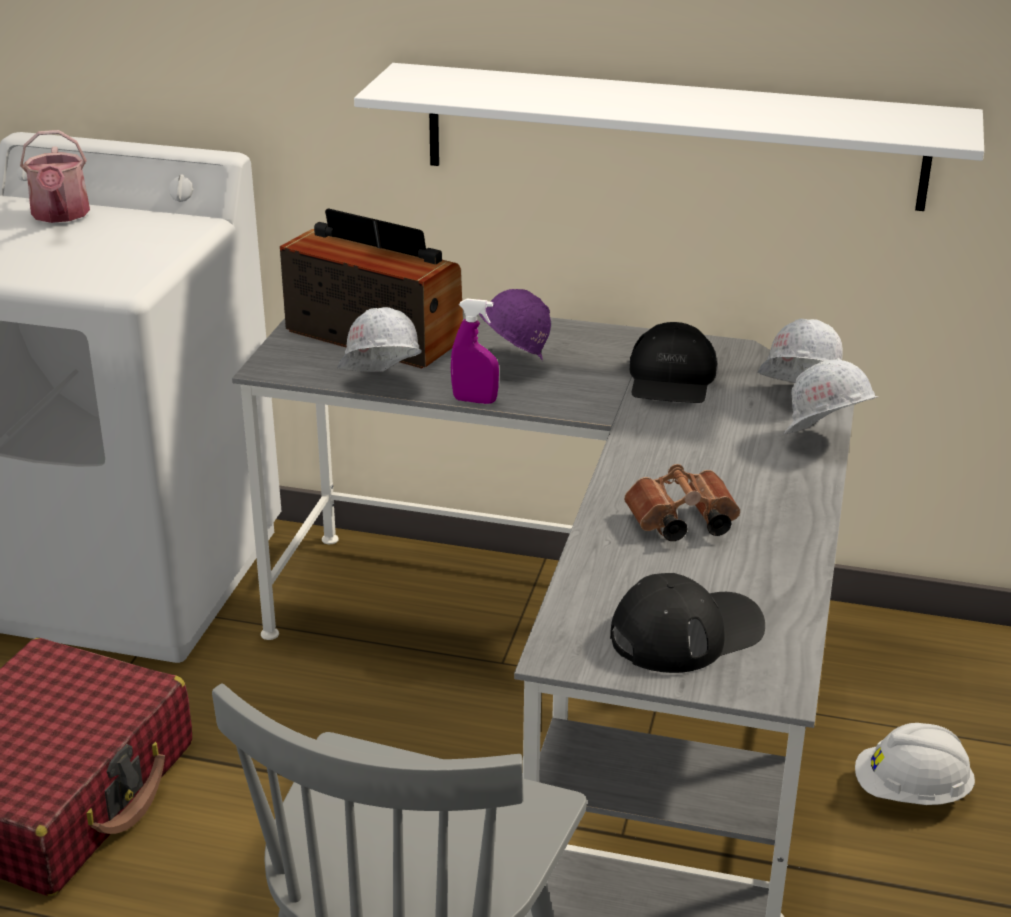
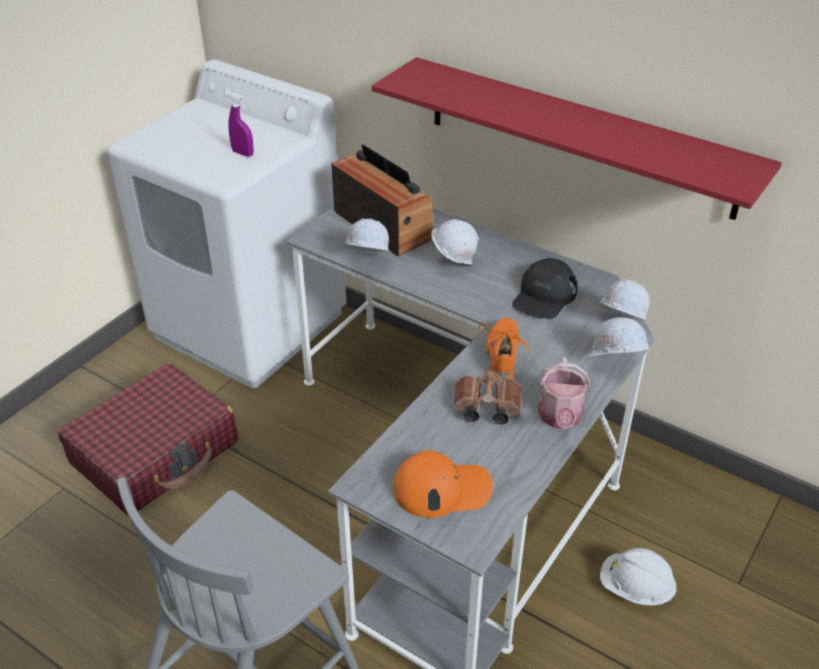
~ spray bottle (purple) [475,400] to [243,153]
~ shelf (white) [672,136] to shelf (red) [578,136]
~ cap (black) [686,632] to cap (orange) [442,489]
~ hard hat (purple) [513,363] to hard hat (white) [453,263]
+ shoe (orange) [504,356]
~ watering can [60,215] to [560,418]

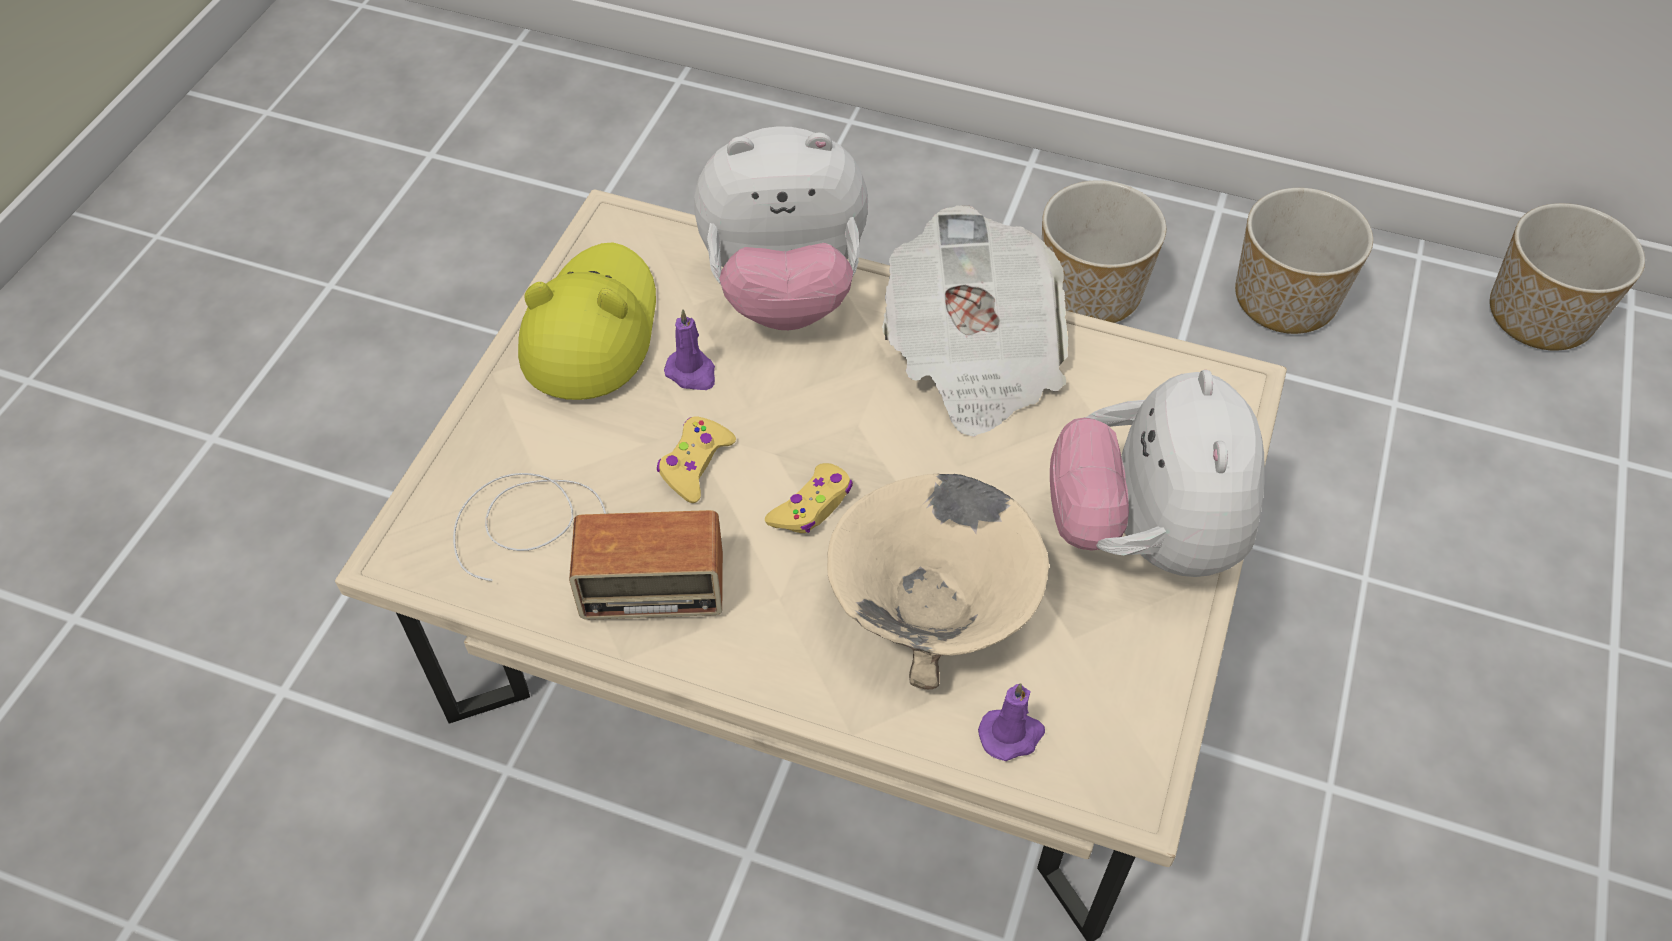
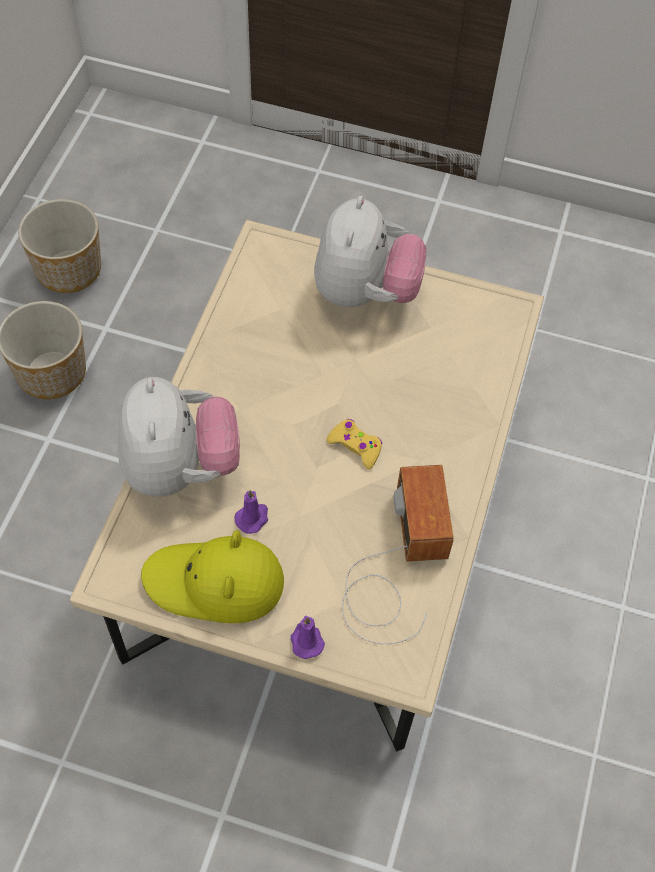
~ candle (purple) [1012,734] to [306,640]
~ plush toy [1144,535] = [365,292] 75 degrees counterclockwise
- game controller (yellow) [695,464]
- bowl (beige) [934,609]
- newspaper [973,357]
- planter [1541,316]

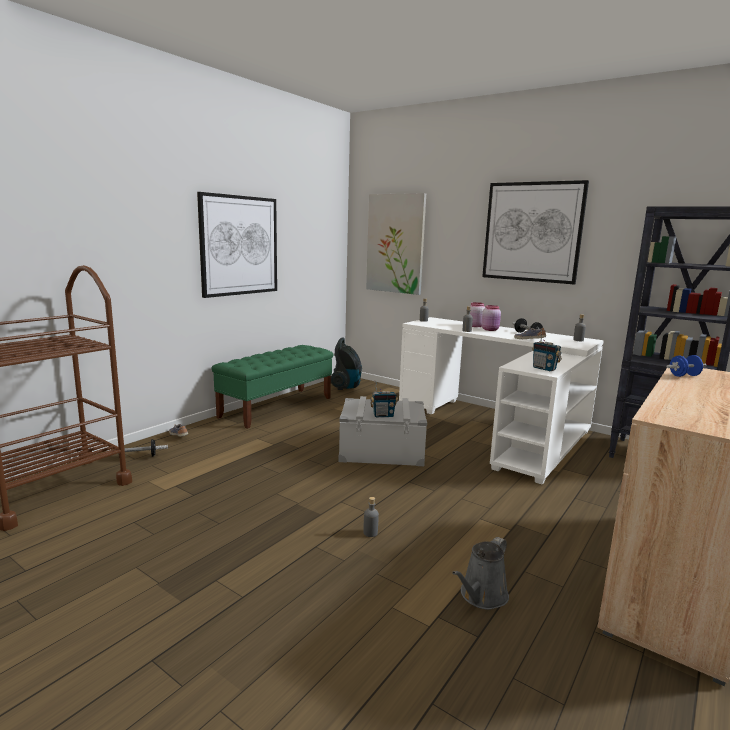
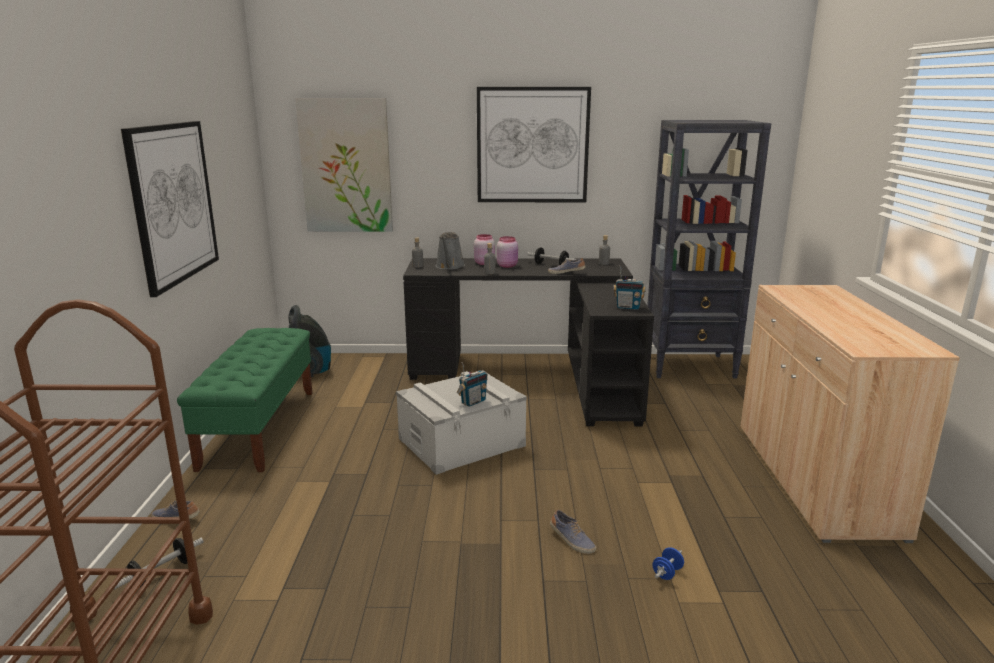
~ desk (white) [499,428] to desk (black) [538,376]
~ watering can (grey) [481,596] to [449,266]
~ bottle (grey) [370,533] to shoe [571,541]
~ dumbbell (blue) [684,376] to [667,573]

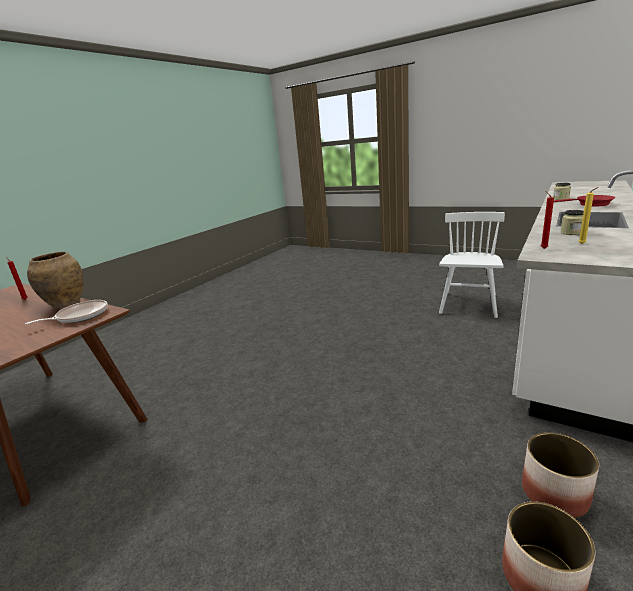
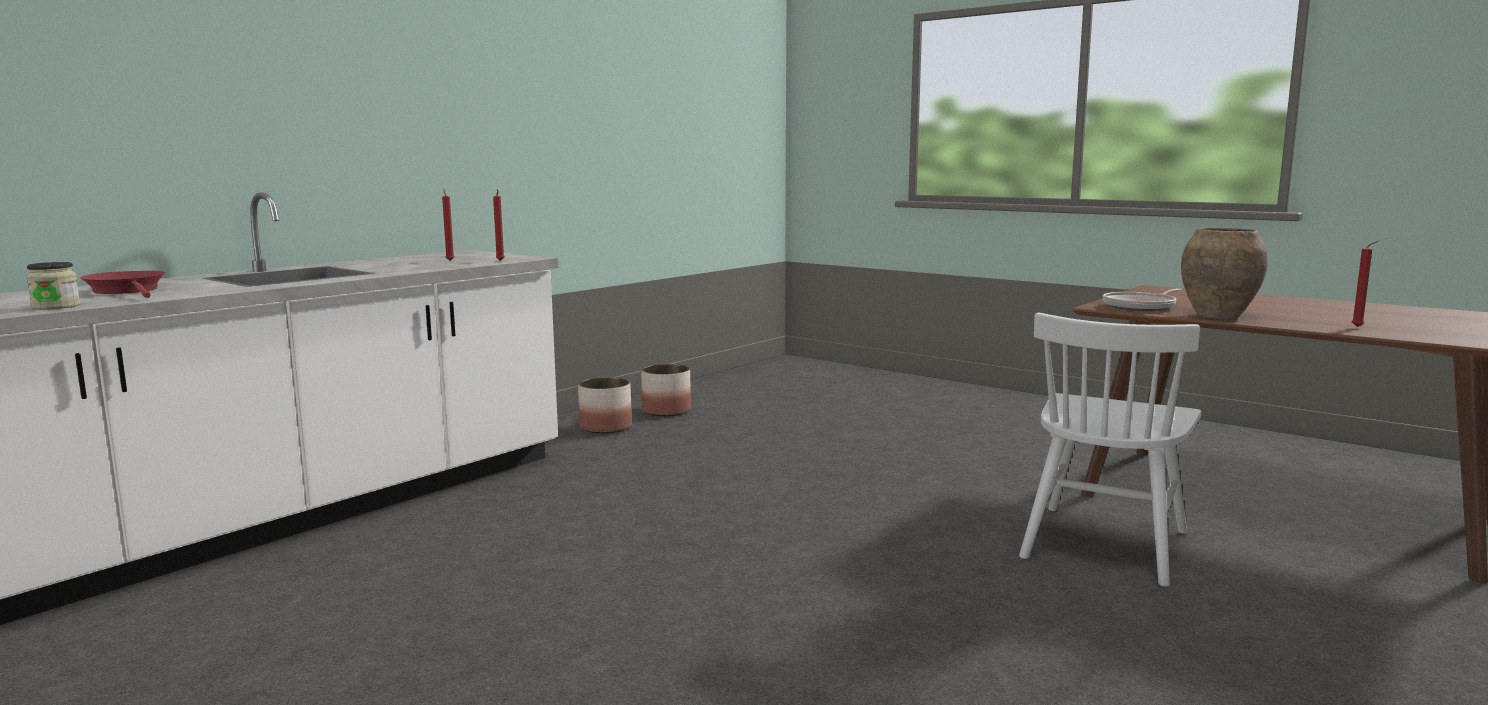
~ candle (yellow) [583,244] to candle (red) [450,260]
~ chair (white) [468,304] to [1104,544]
- jar [572,233]

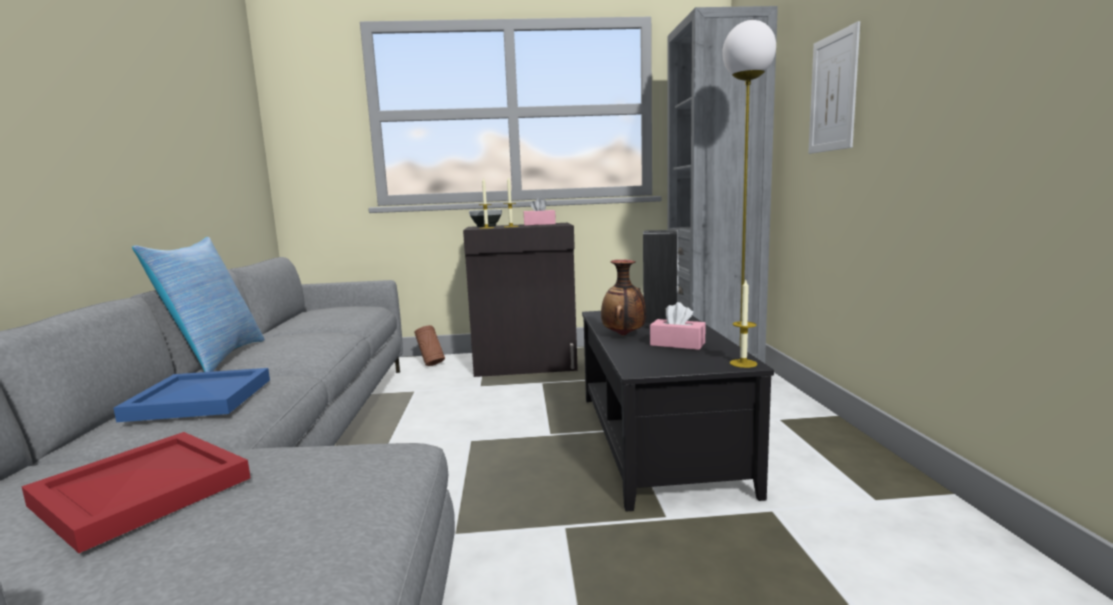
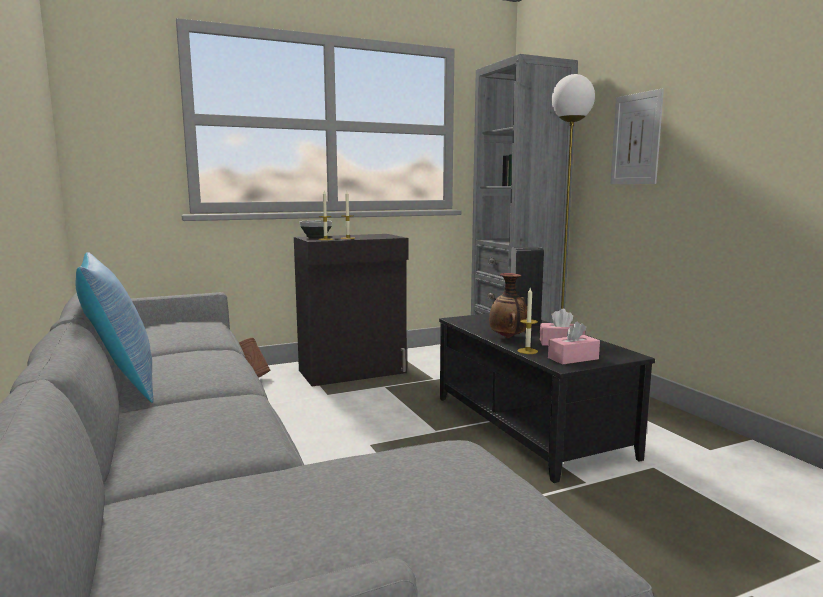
~ candle [743,363] to [527,351]
~ tissue box (pink) [539,224] to [573,358]
- tray (red) [143,490]
- tray (blue) [199,398]

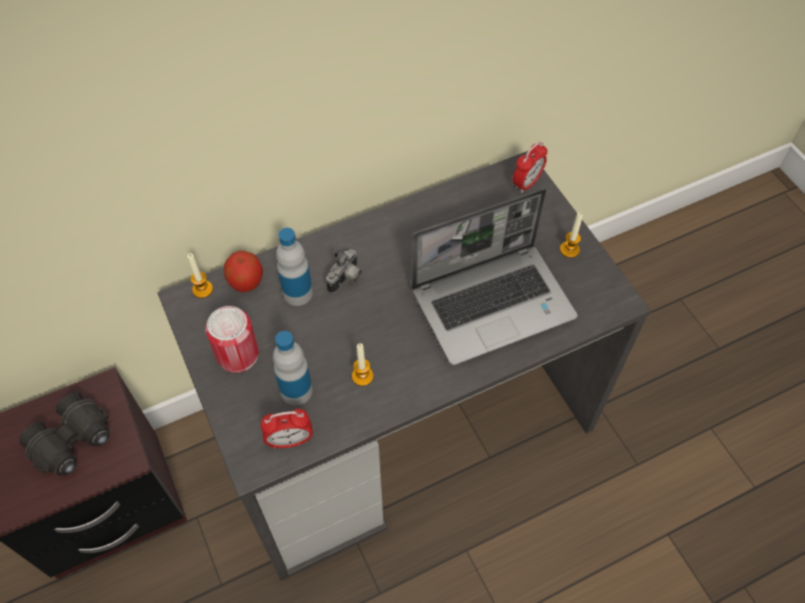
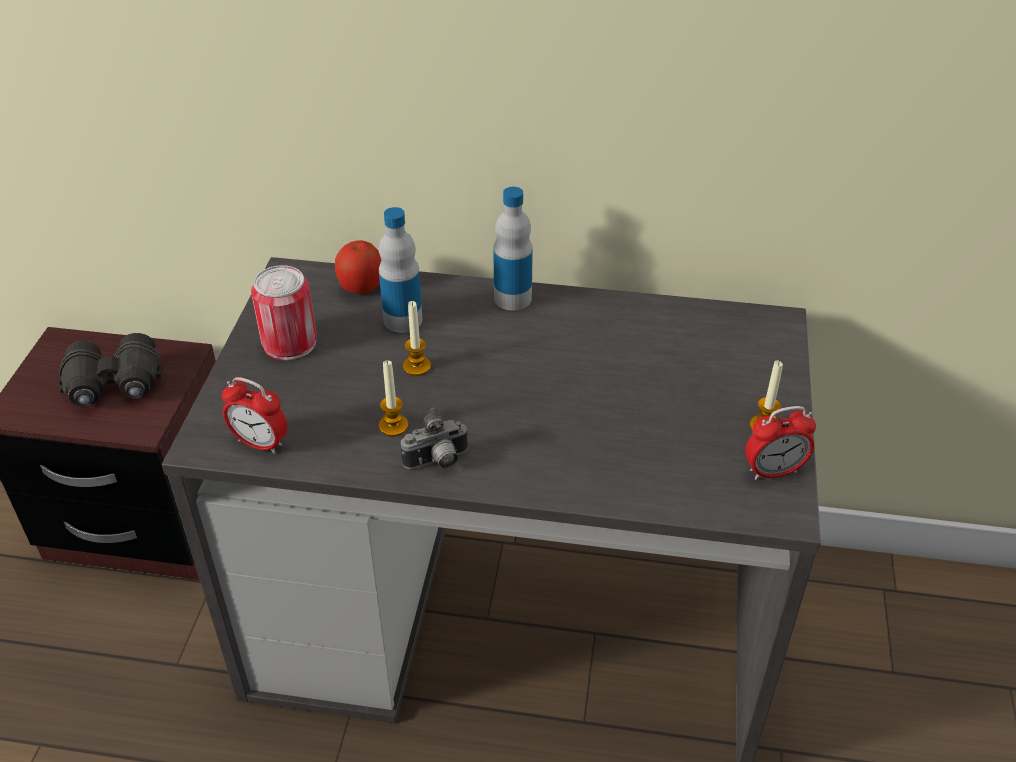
~ photo camera [346,279] to [438,462]
~ candle [202,289] to [416,366]
~ bottle [296,390] to [512,298]
~ alarm clock [527,183] to [773,471]
- laptop [493,302]

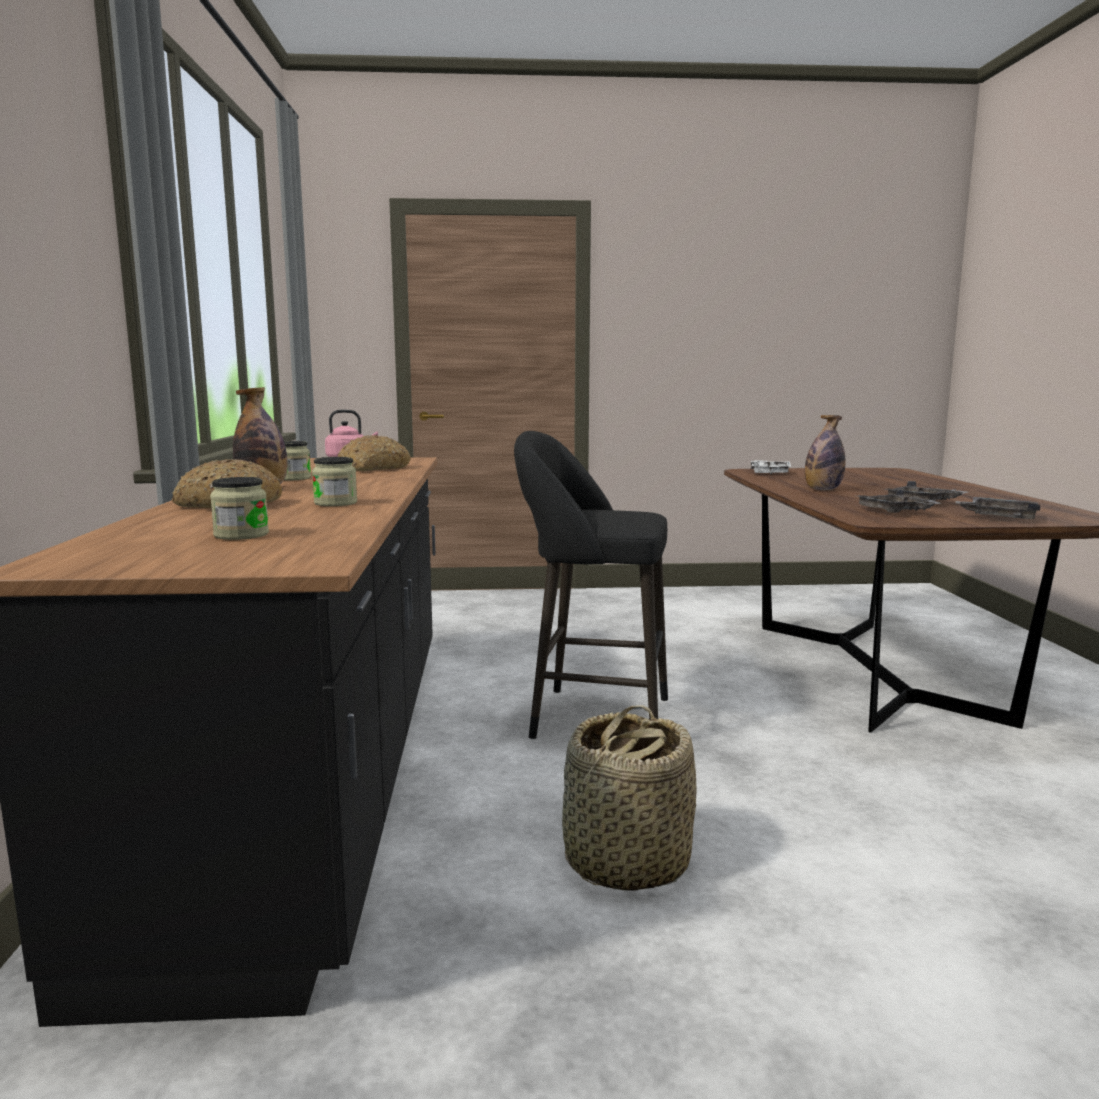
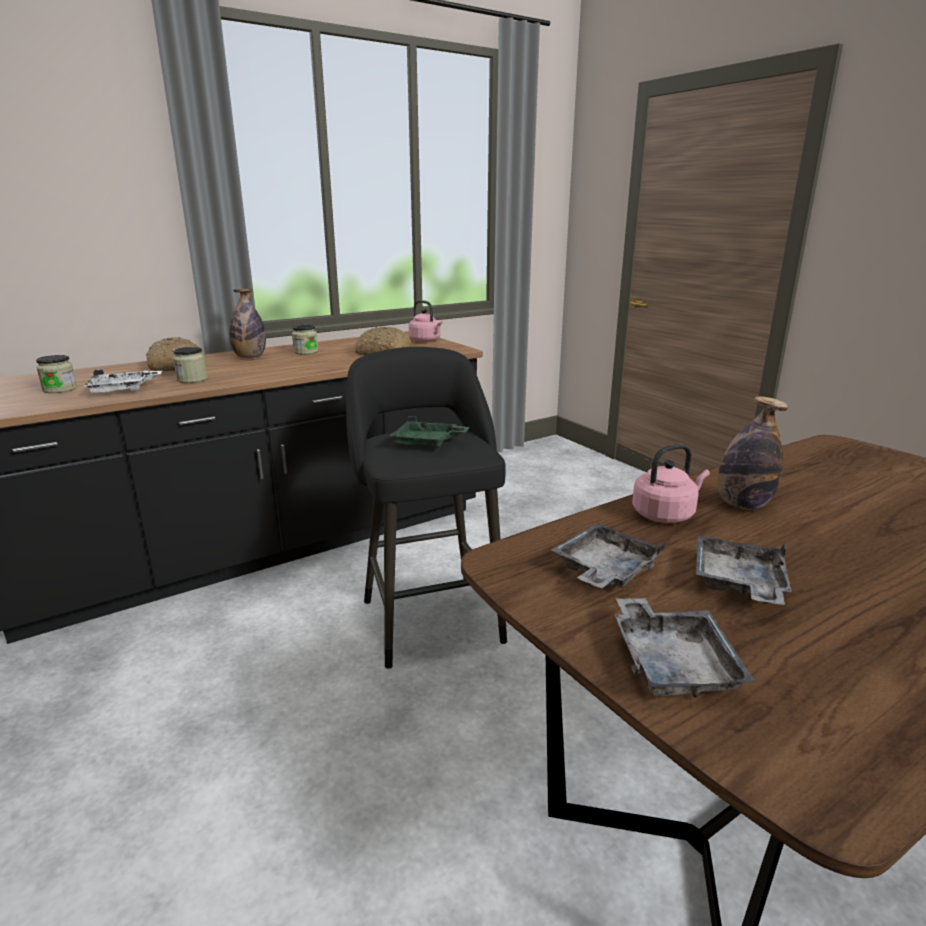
~ tray (white) [769,473] to [123,390]
+ tray (green) [427,443]
+ kettle (pink) [665,514]
- basket [625,862]

